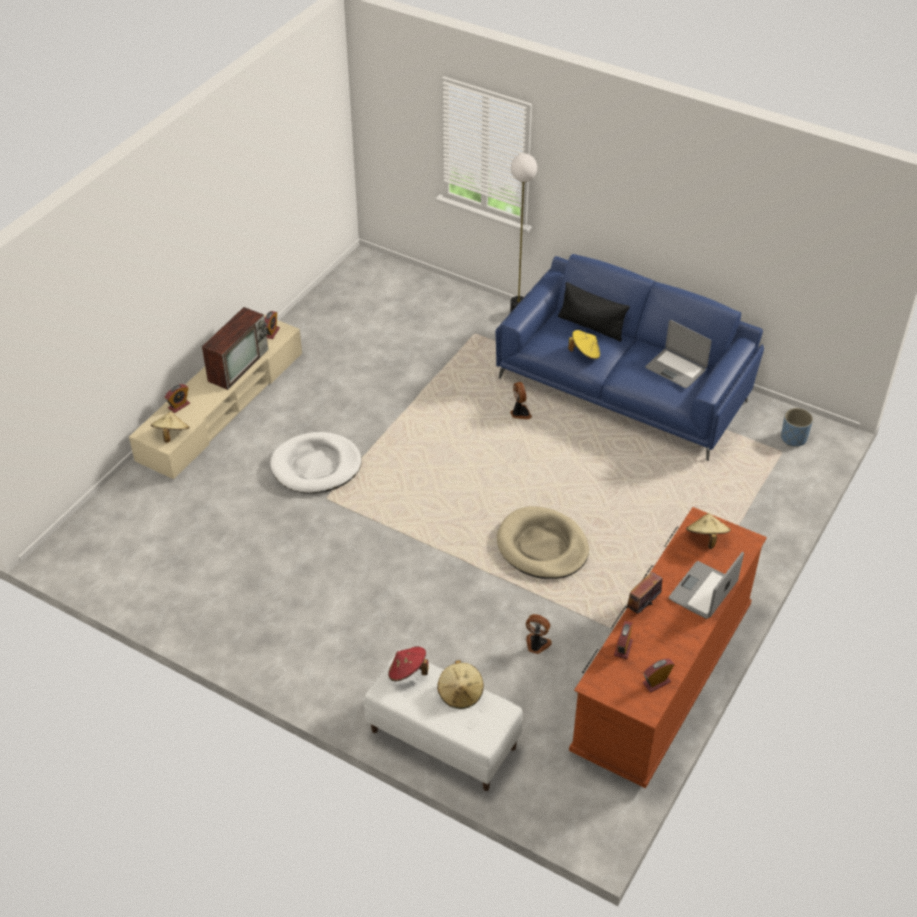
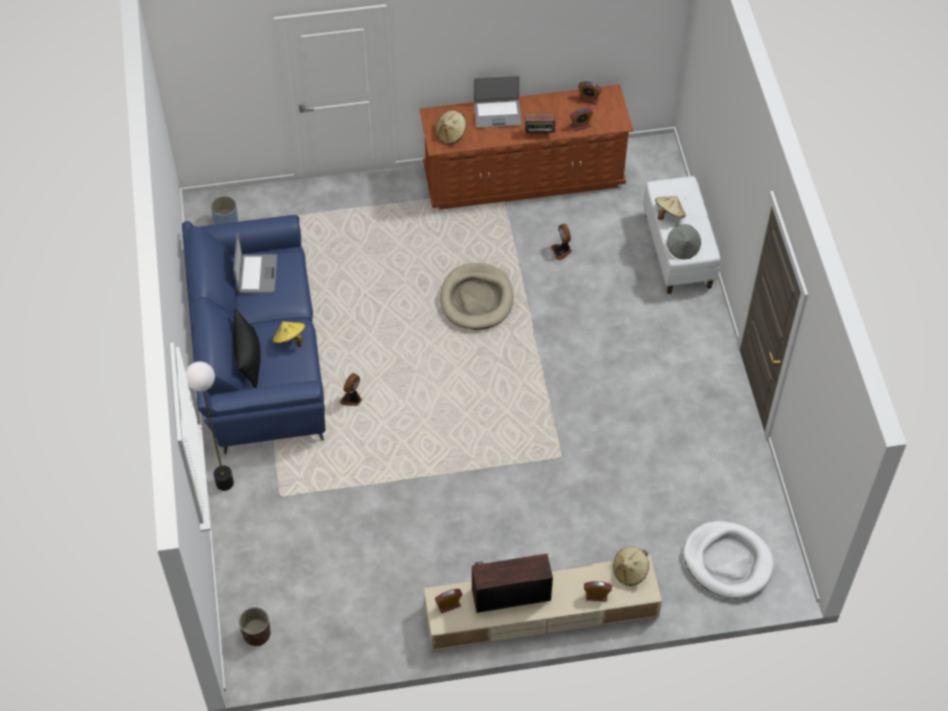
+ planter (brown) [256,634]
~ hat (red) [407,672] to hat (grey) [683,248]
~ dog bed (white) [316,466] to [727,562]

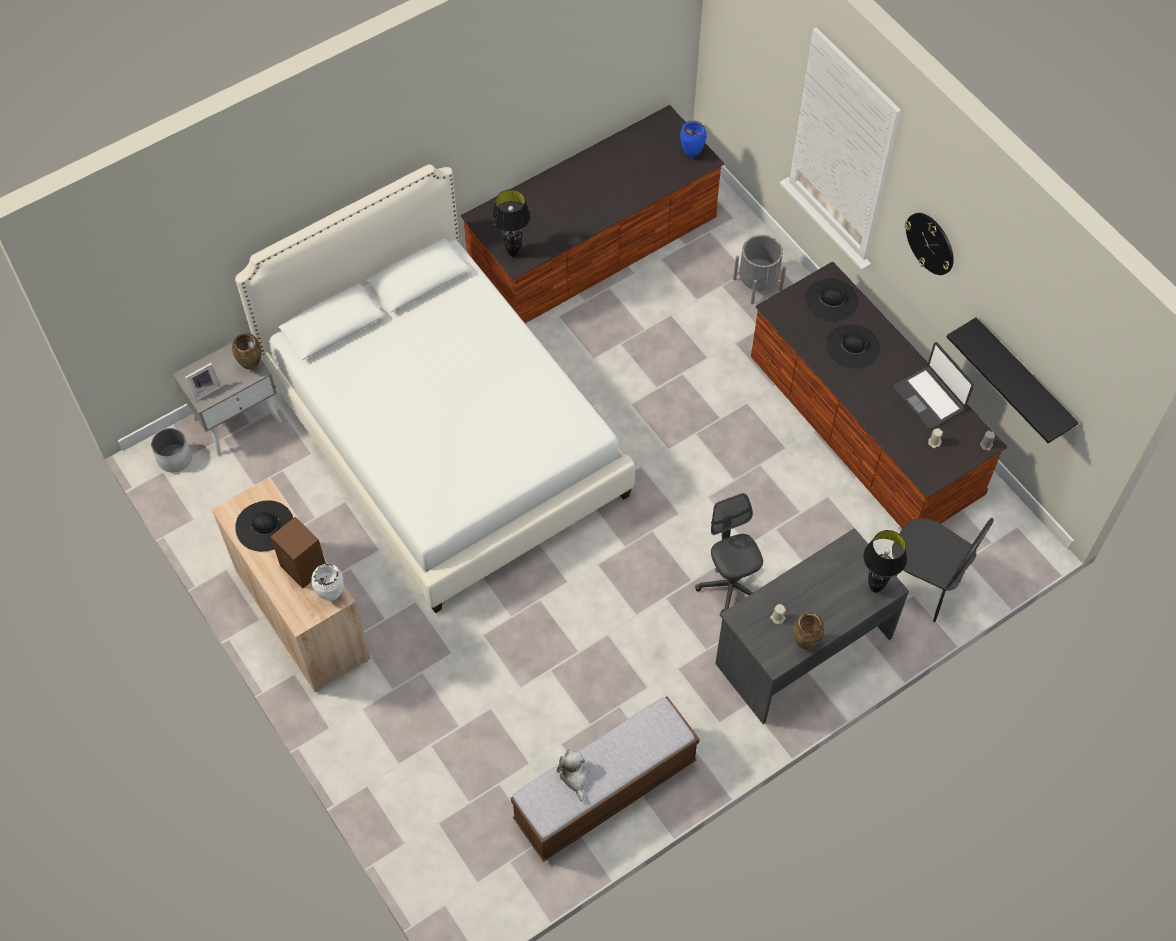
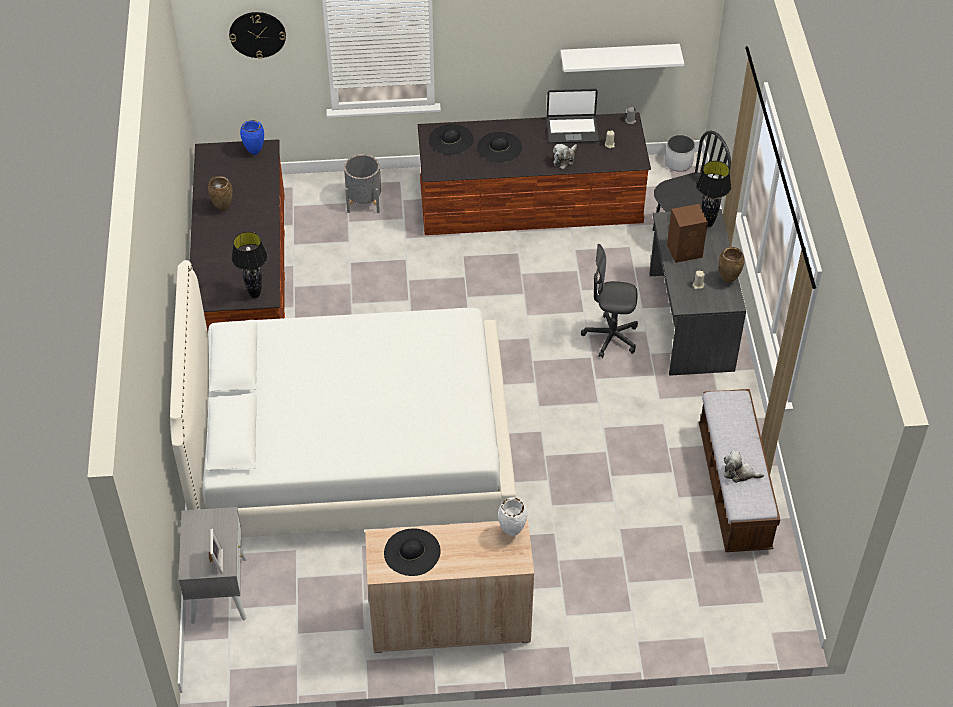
~ vase (brown) [252,366] to [223,209]
~ wall clock [930,243] to [257,34]
+ plush toy [564,159]
~ shelf (black) [1022,378] to shelf (white) [619,57]
~ planter (white) [174,458] to [678,163]
~ speaker (brown) [304,568] to [685,251]

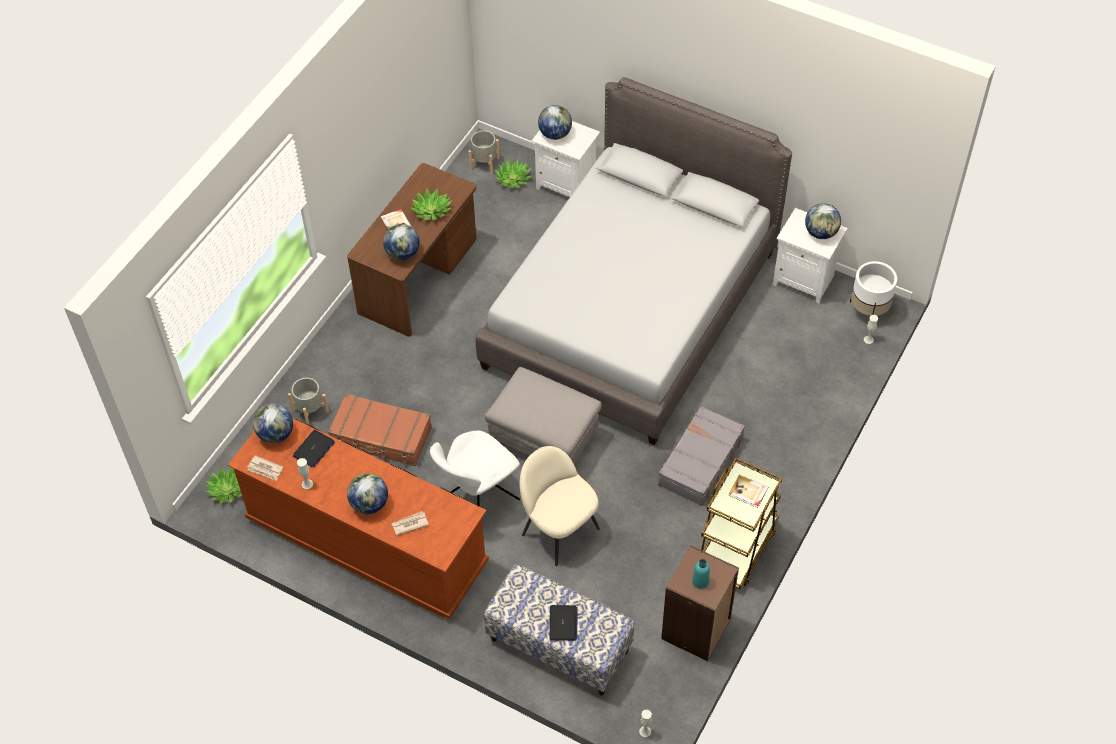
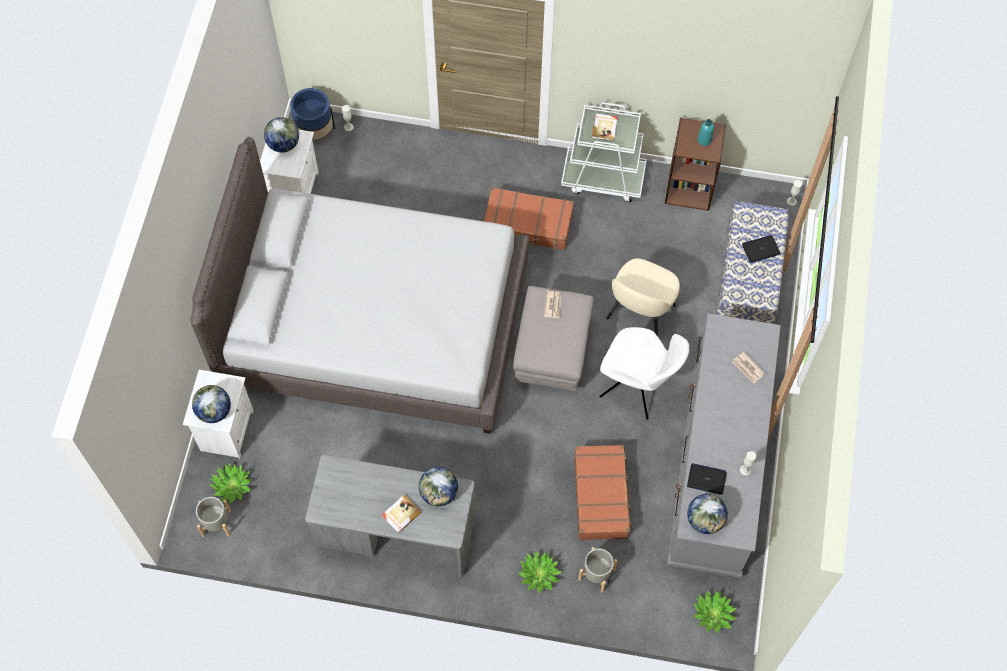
~ planter (white) [868,311] to planter (blue) [315,133]
~ desk (brown) [419,277] to desk (grey) [395,533]
~ suitcase (grey) [699,462] to suitcase (brown) [528,225]
~ potted plant [431,210] to [539,574]
~ newspaper [265,469] to [553,304]
~ cart (brown) [736,548] to cart (white) [603,178]
~ dresser (brown) [367,542] to dresser (grey) [715,465]
- globe [369,504]

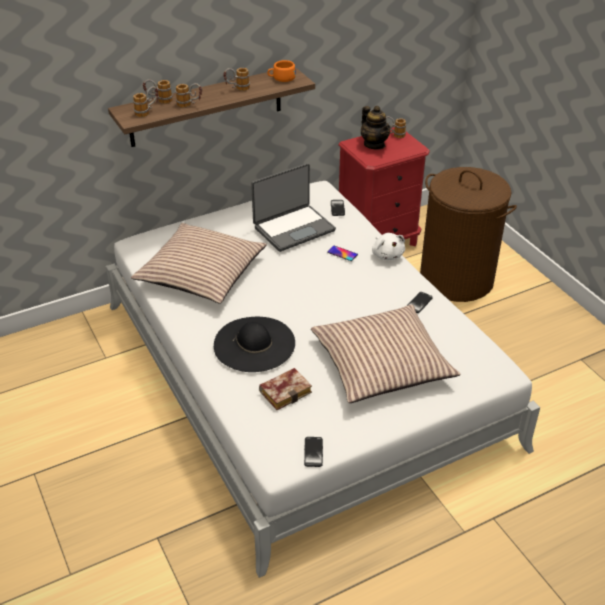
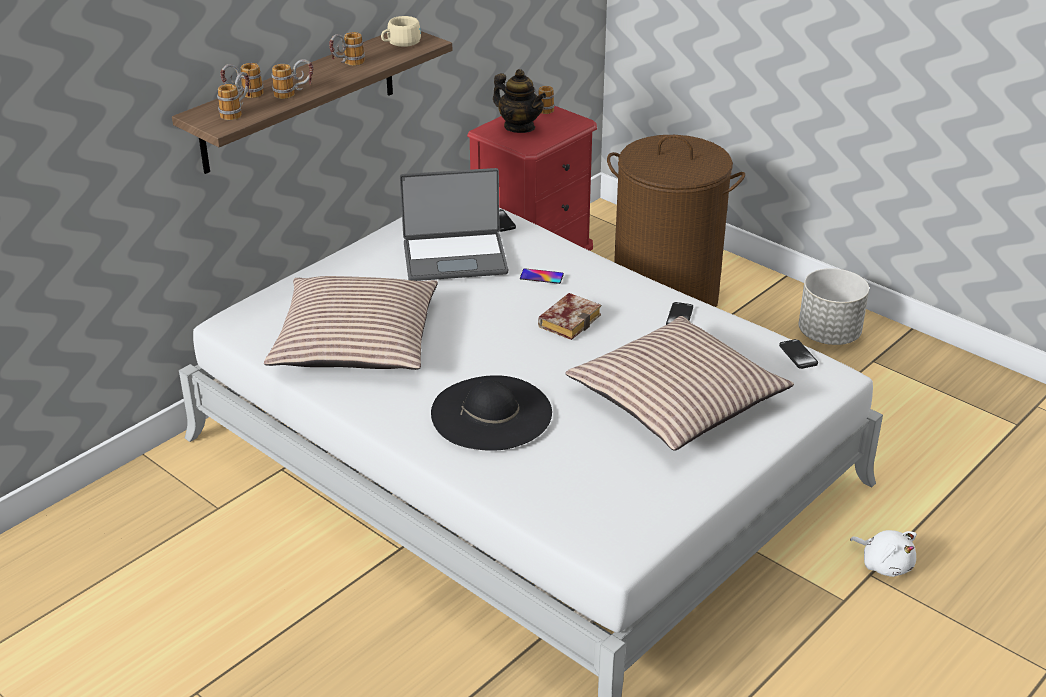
~ cup (orange) [281,78] to cup (beige) [400,42]
~ laptop [293,228] = [455,257] 45 degrees clockwise
~ book [286,391] to [569,320]
~ phone [313,452] to [798,355]
+ planter (grey) [829,335]
~ plush toy (white) [387,255] to [884,564]

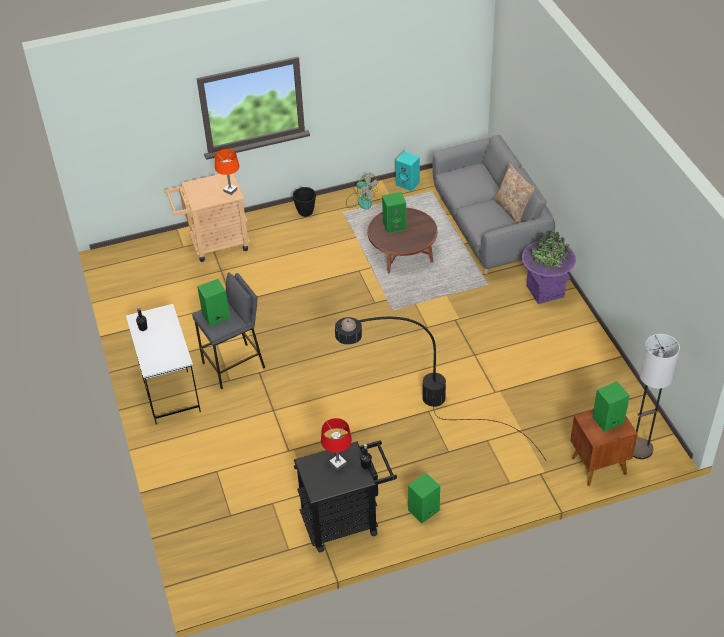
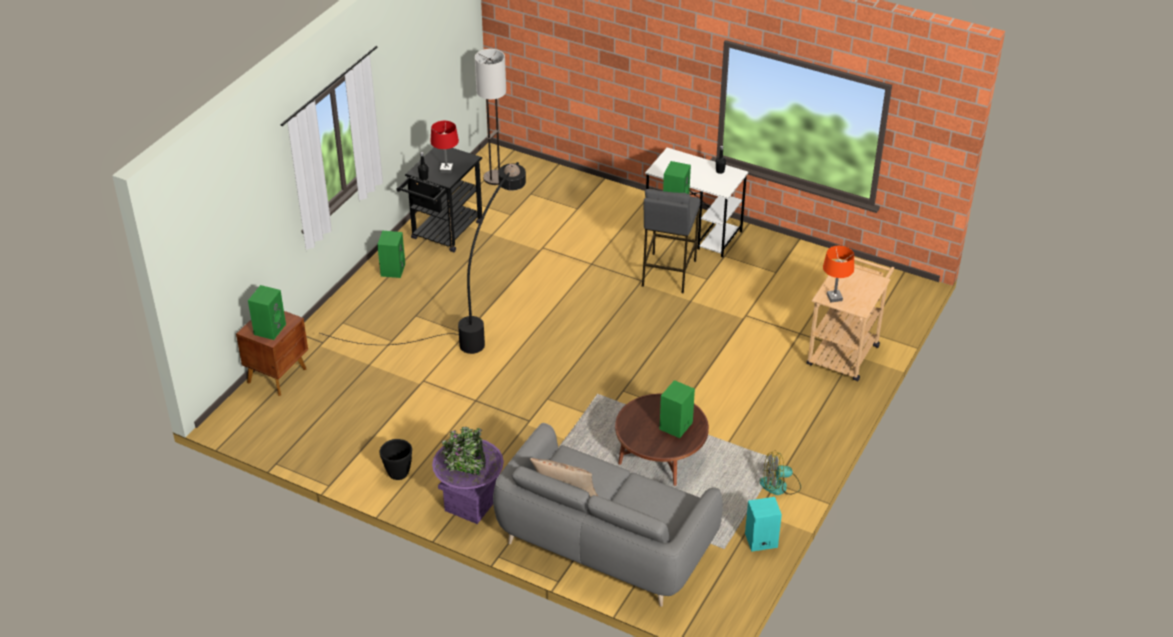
~ planter (black) [305,213] to [398,473]
~ floor lamp [640,449] to [495,178]

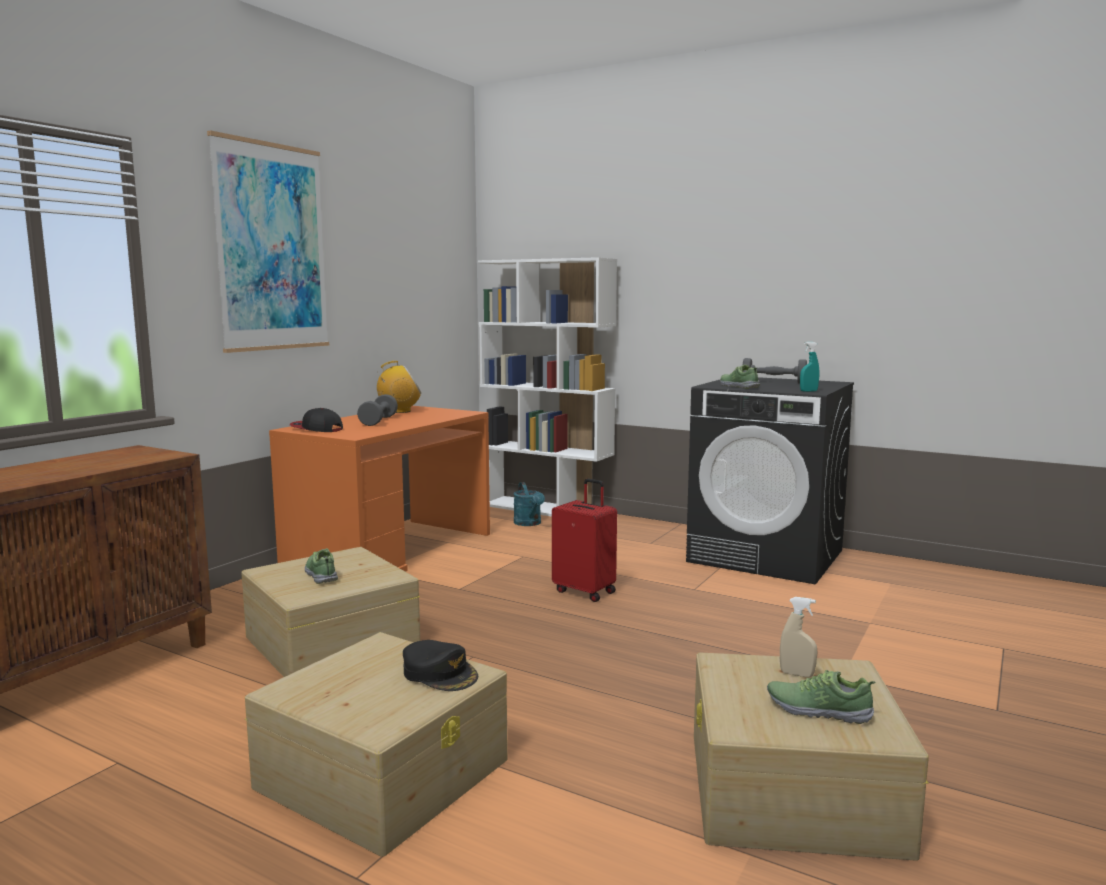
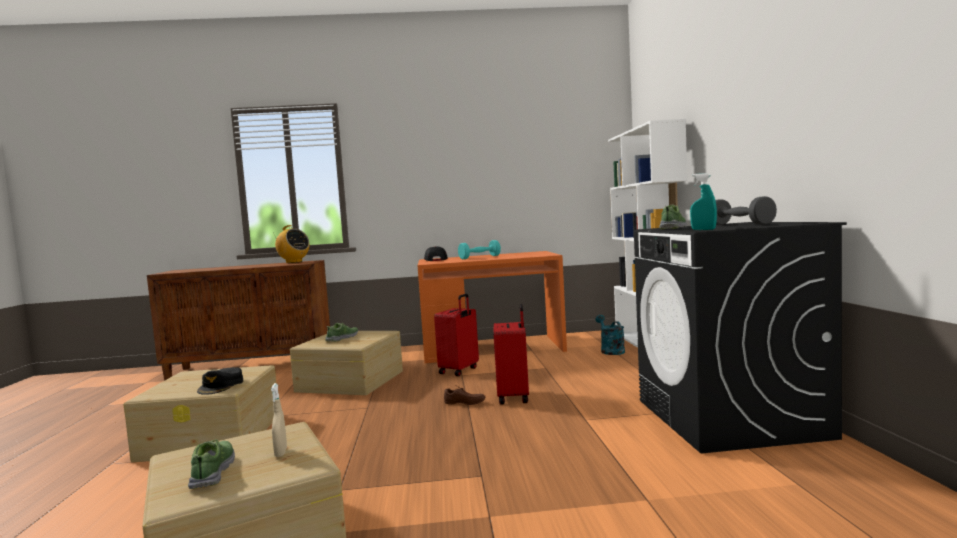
~ radio [399,411] to [293,262]
+ suitcase (red) [459,371]
+ shoe (brown) [464,403]
~ dumbbell (grey) [378,421] to dumbbell (turquoise) [479,257]
~ watering can (turquoise) [529,523] = [610,350] 135 degrees clockwise
- picture [271,247]

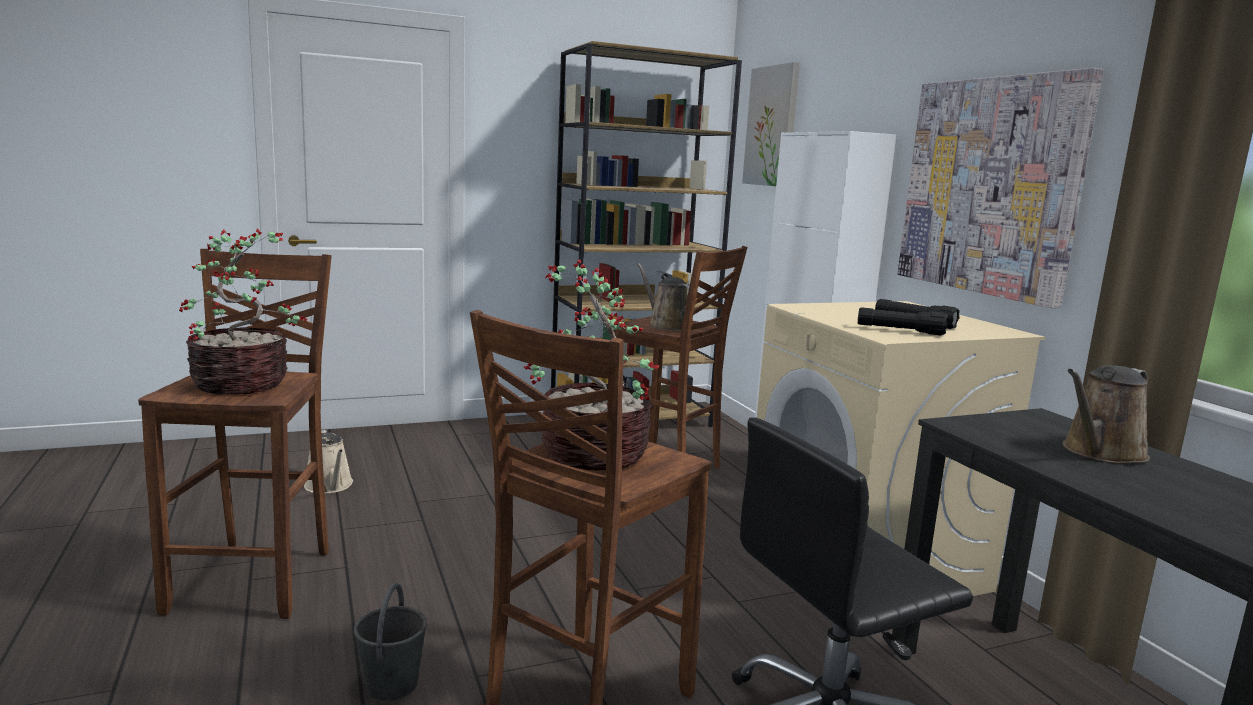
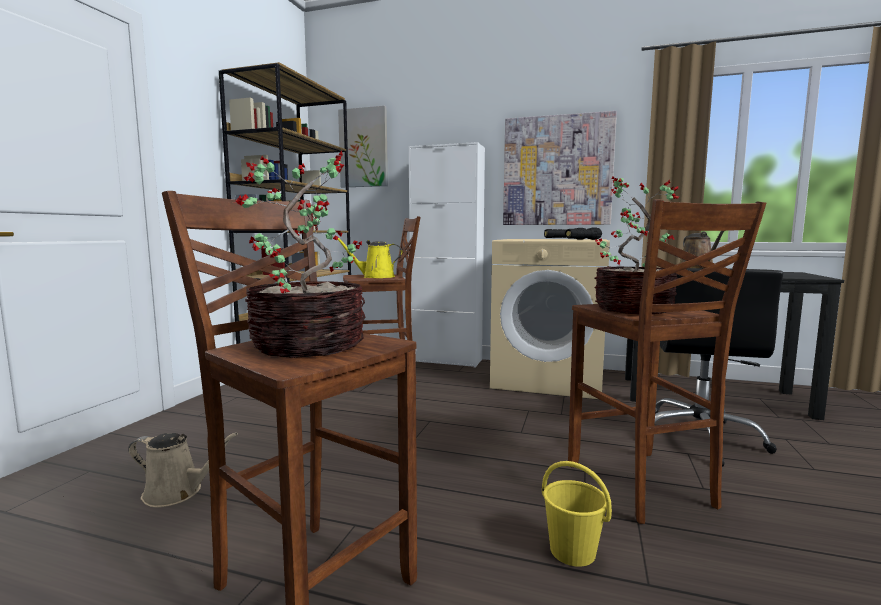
~ watering can (brown) [666,326] to watering can (yellow) [375,277]
~ bucket (grey) [392,684] to bucket (yellow) [571,551]

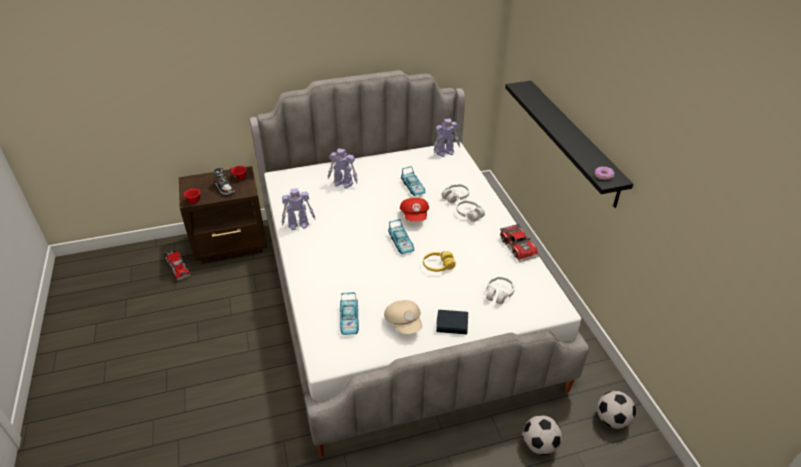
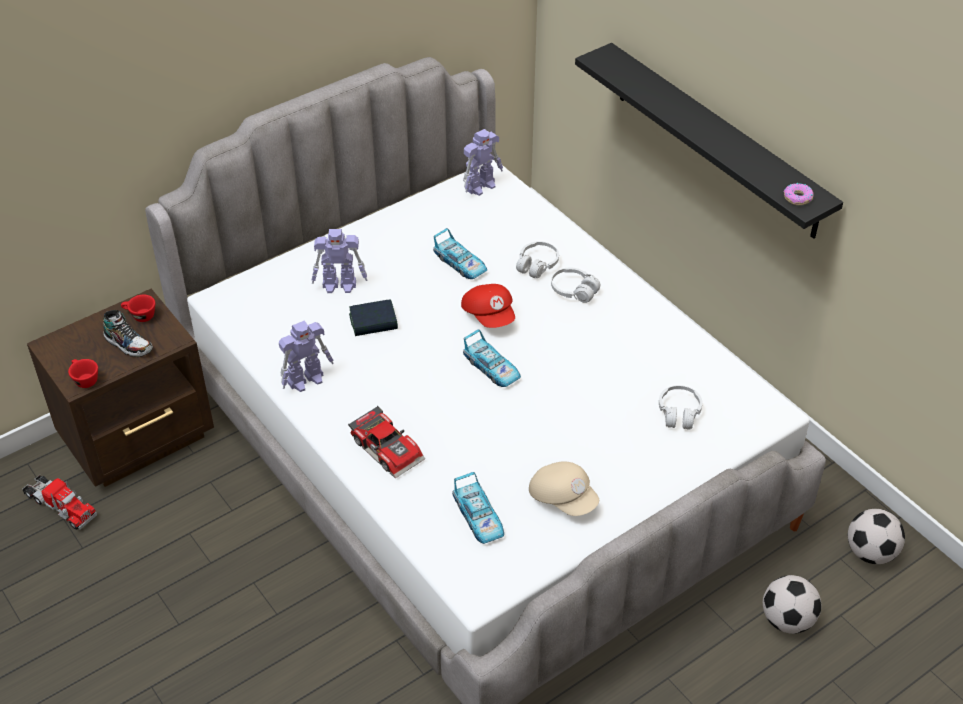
~ toy car [519,247] to [388,448]
~ book [452,325] to [373,322]
- headphones (yellow) [438,266]

